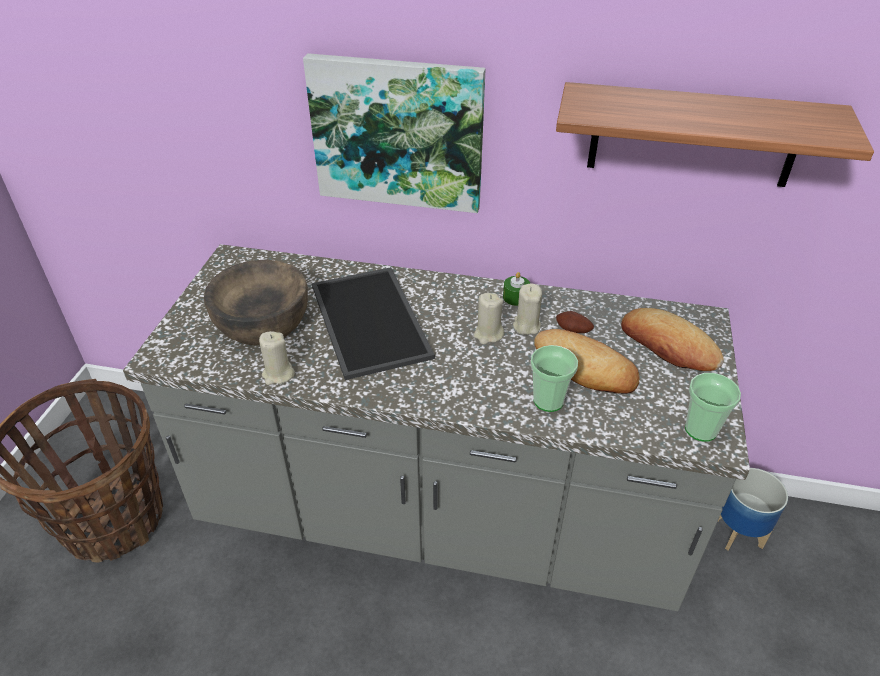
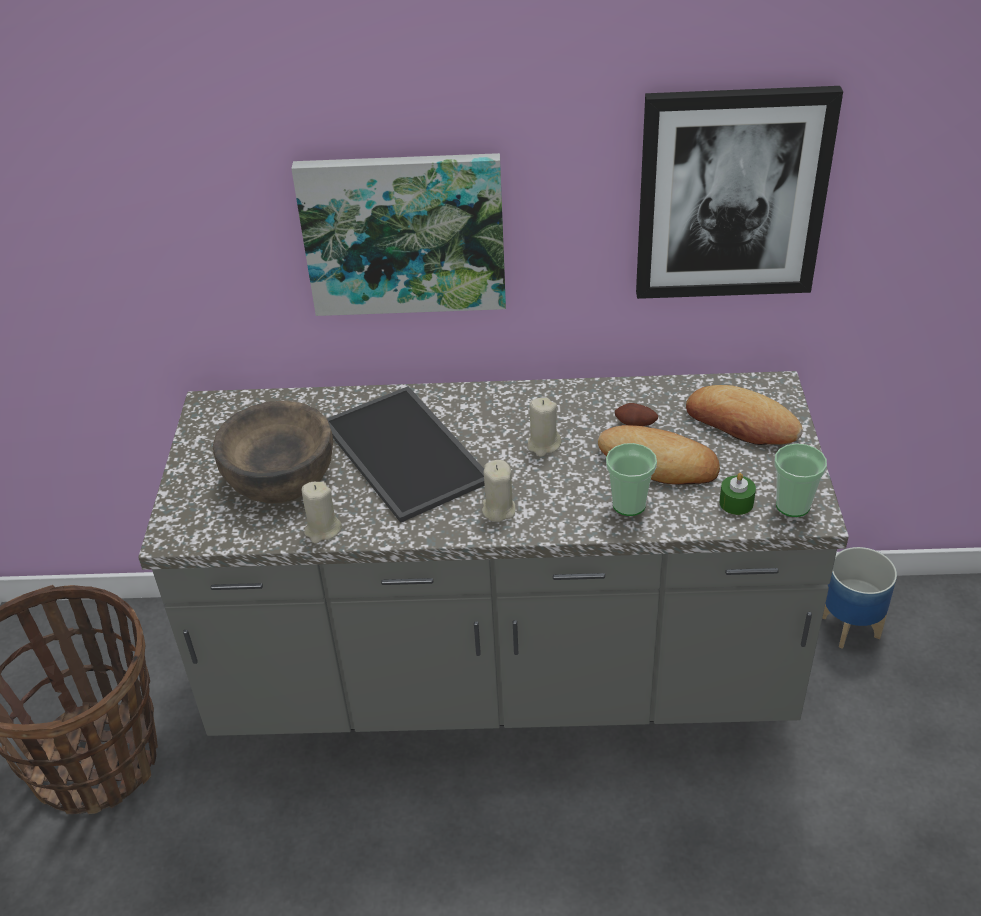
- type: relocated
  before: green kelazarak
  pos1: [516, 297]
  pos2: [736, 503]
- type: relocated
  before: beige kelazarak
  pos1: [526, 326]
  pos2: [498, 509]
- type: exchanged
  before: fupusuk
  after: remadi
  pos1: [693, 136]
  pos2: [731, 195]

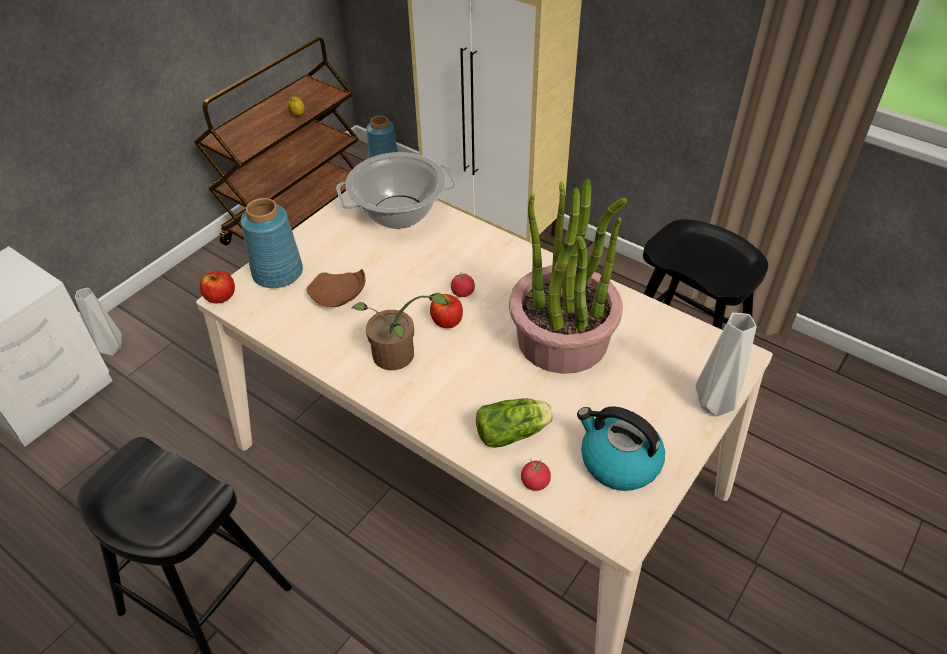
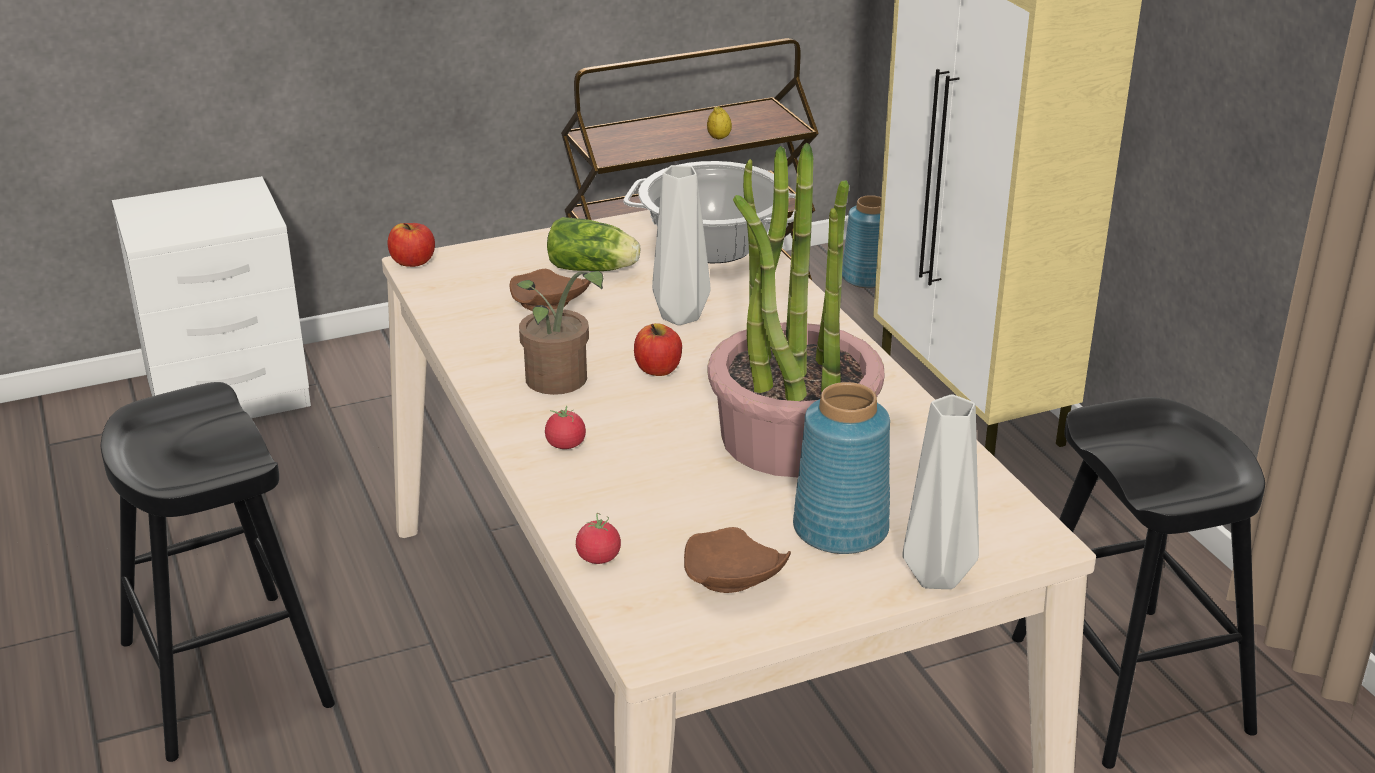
- type: relocated
  before: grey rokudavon
  pos1: [110, 350]
  pos2: [678, 317]
- type: relocated
  before: blue rokudavon
  pos1: [278, 273]
  pos2: [840, 530]
- type: relocated
  before: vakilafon
  pos1: [463, 293]
  pos2: [565, 444]
- type: relocated
  before: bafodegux
  pos1: [515, 432]
  pos2: [595, 269]
- type: exchanged
  before: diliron
  after: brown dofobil
  pos1: [618, 461]
  pos2: [730, 580]

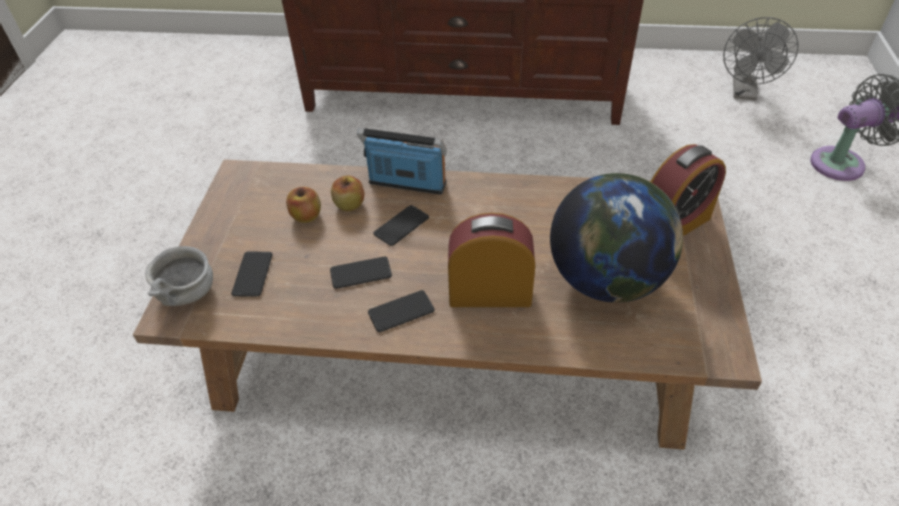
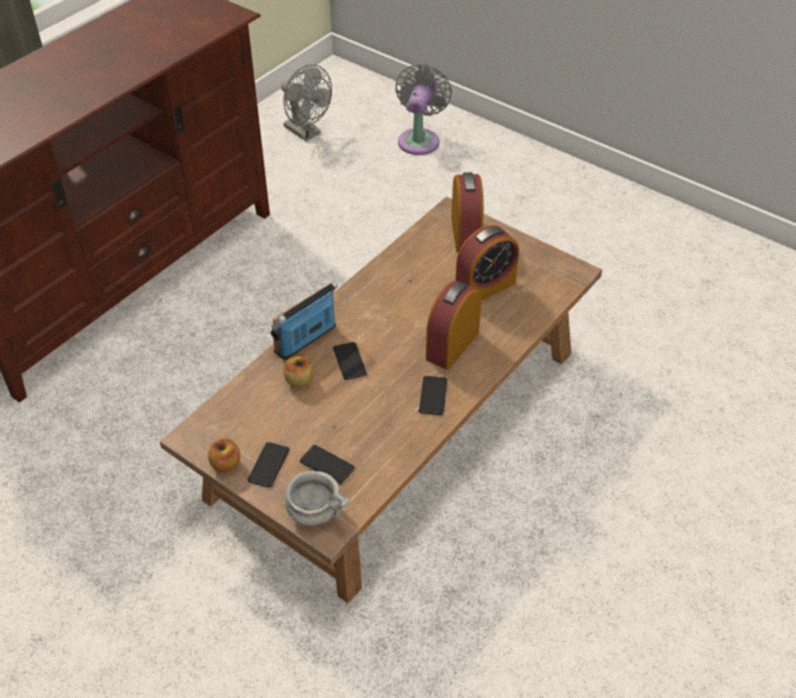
- type: relocated
  before: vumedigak
  pos1: [306, 216]
  pos2: [225, 464]
- type: relocated
  before: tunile
  pos1: [361, 273]
  pos2: [268, 465]
- type: exchanged
  before: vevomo
  after: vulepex
  pos1: [606, 279]
  pos2: [485, 287]

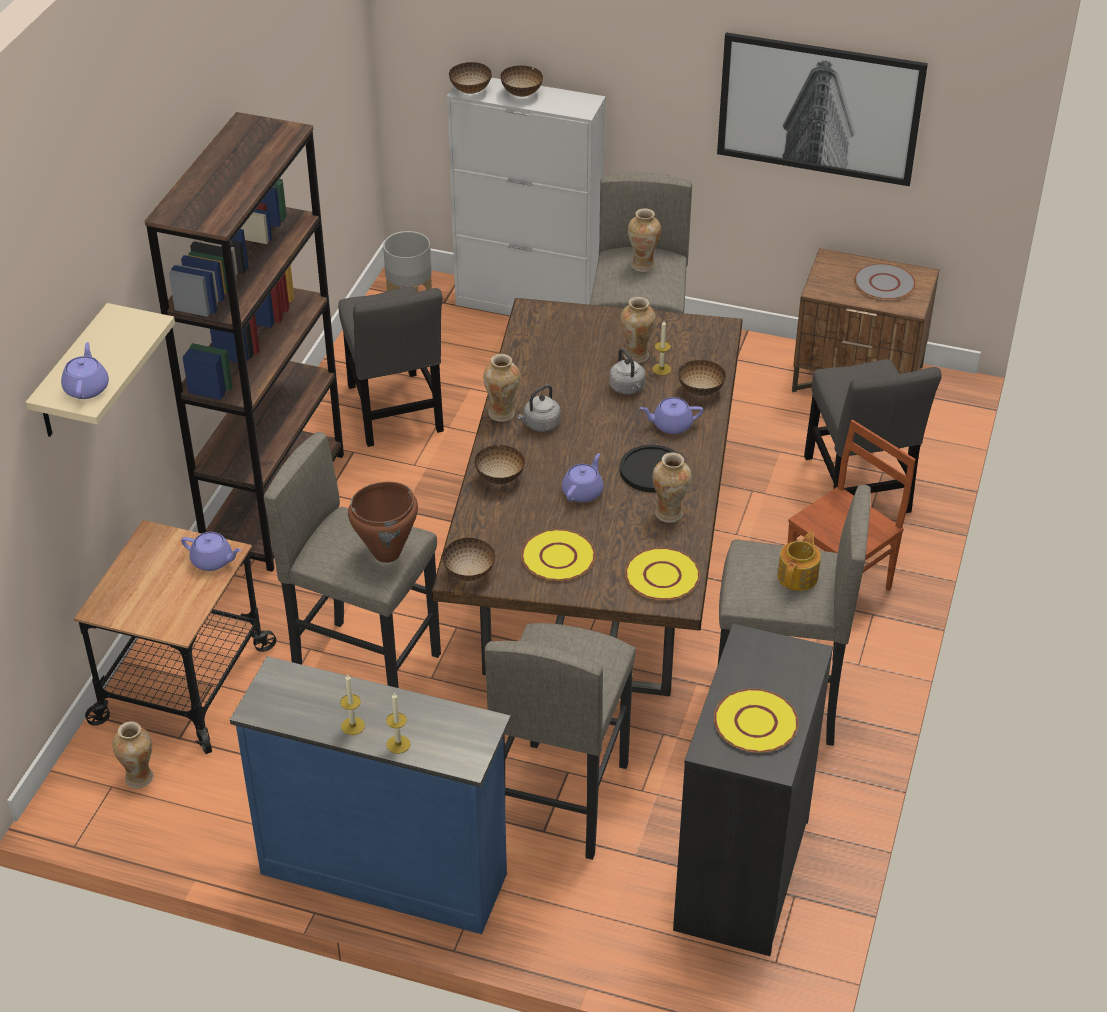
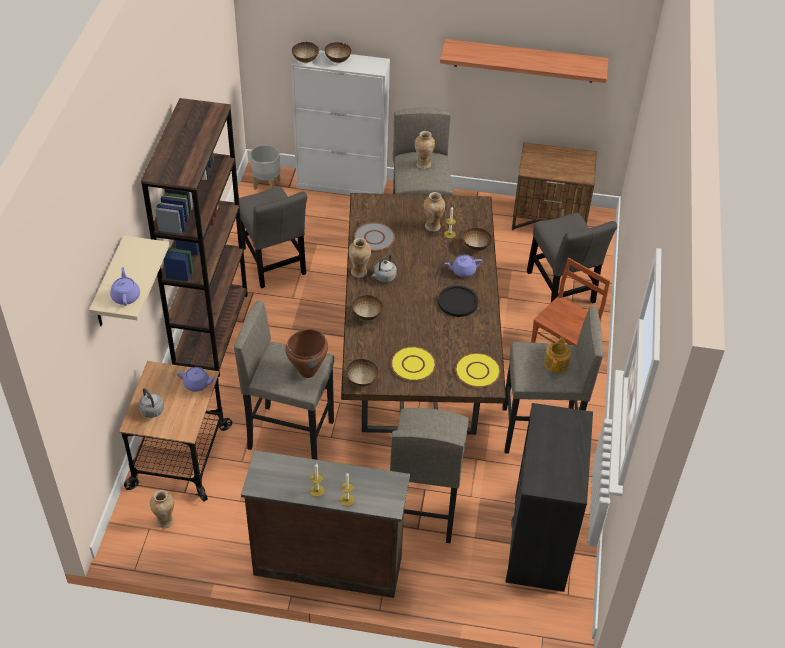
- type: colour
  before: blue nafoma
  after: brown nafoma
  pos1: [383, 870]
  pos2: [327, 564]
- type: missing
  before: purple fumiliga
  pos1: [583, 492]
- type: relocated
  before: grey diliron
  pos1: [627, 388]
  pos2: [152, 411]
- type: missing
  before: rokudavon
  pos1: [670, 514]
- type: missing
  before: yellow dofobil
  pos1: [756, 723]
- type: exchanged
  before: remadi
  after: fupusuk
  pos1: [819, 108]
  pos2: [524, 61]
- type: relocated
  before: grey dofobil
  pos1: [884, 283]
  pos2: [374, 238]

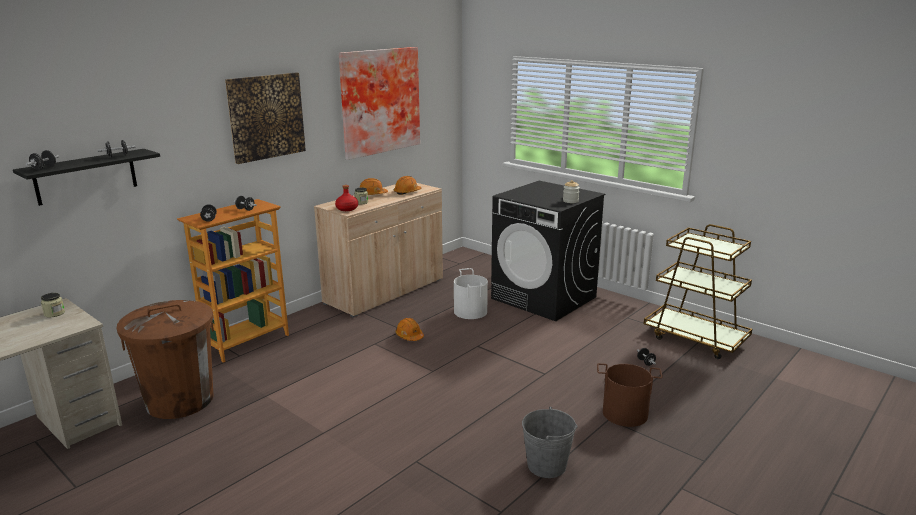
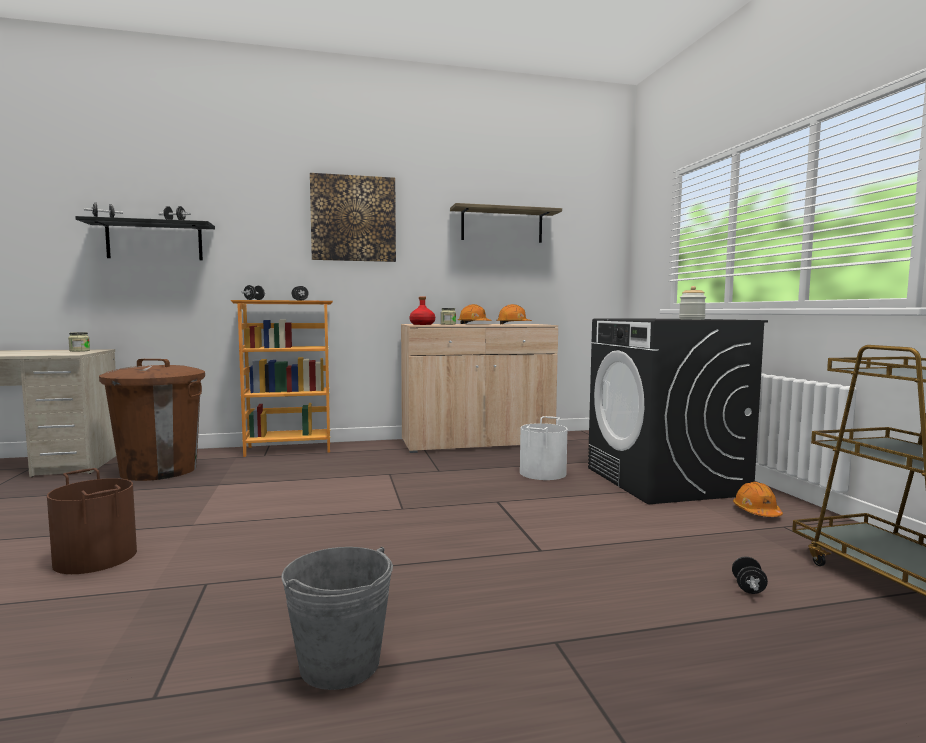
- type: exchanged
  before: remadi
  after: fupusuk
  pos1: [378, 101]
  pos2: [502, 225]
- type: relocated
  before: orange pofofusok
  pos1: [409, 336]
  pos2: [756, 512]
- type: relocated
  before: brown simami
  pos1: [625, 413]
  pos2: [97, 557]

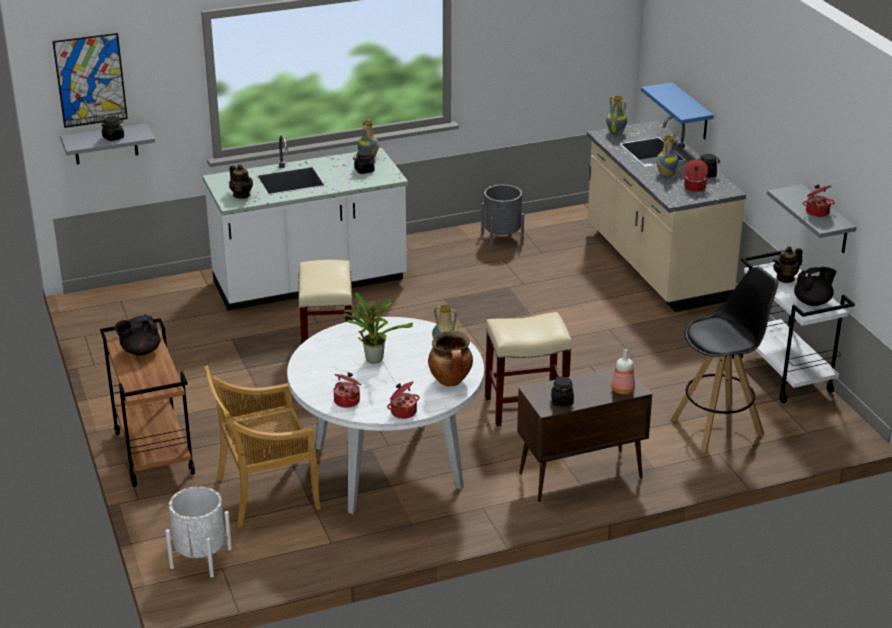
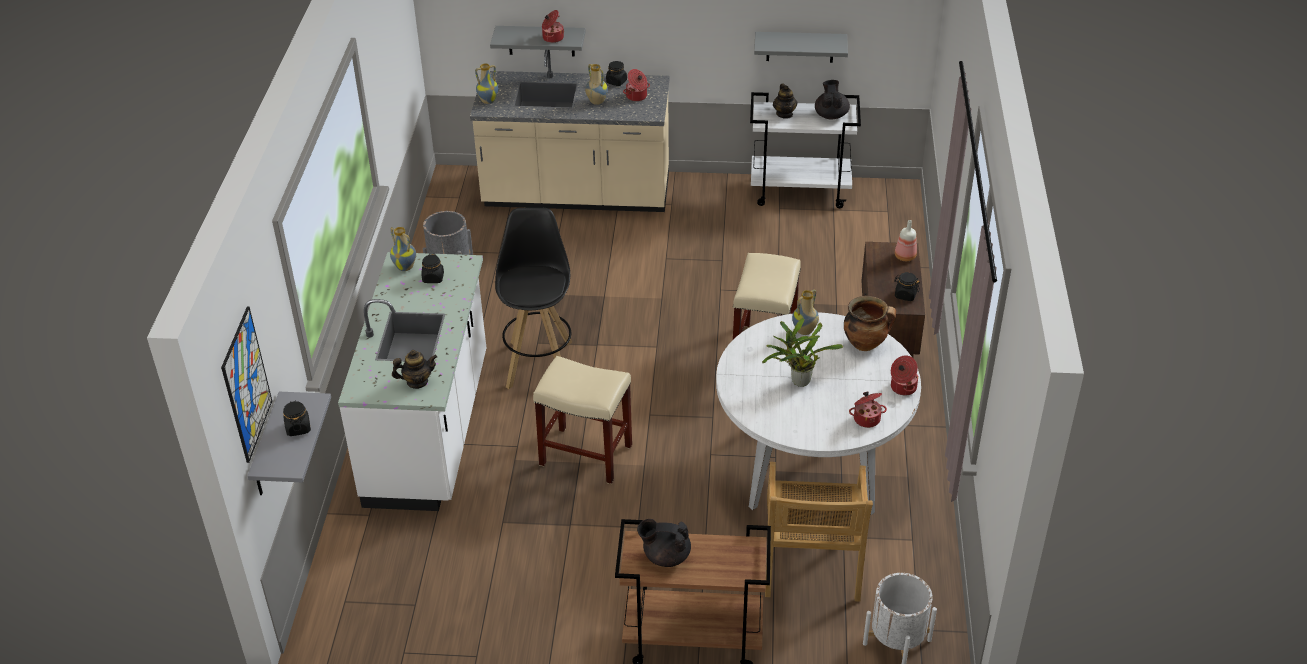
- type: spun
  before: black fumiliga
  pos1: [140, 351]
  pos2: [665, 556]
  turn: 105
- type: colour
  before: blue fupusuk
  after: grey fupusuk
  pos1: [691, 112]
  pos2: [541, 40]
- type: relocated
  before: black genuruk
  pos1: [718, 427]
  pos2: [539, 363]
- type: relocated
  before: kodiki
  pos1: [817, 212]
  pos2: [552, 38]

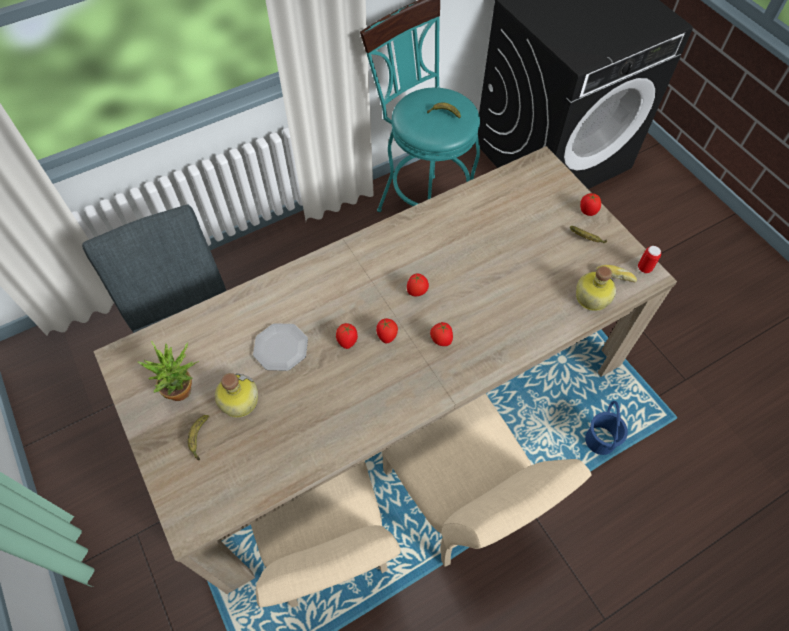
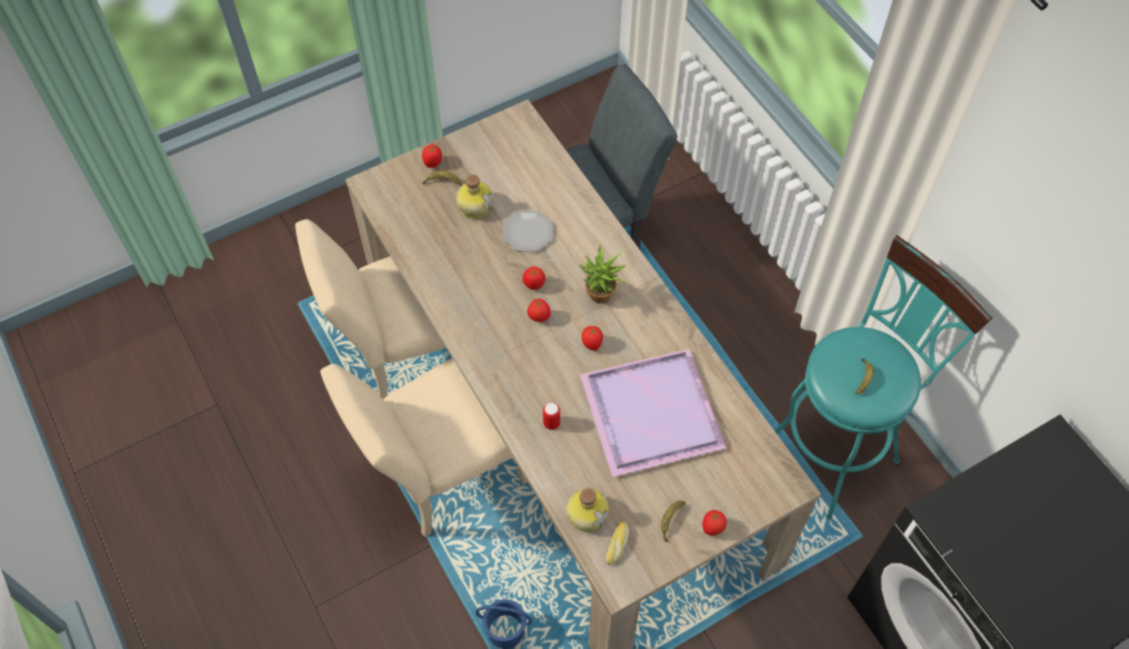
- type: relocated
  before: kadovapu
  pos1: [185, 390]
  pos2: [600, 298]
- type: relocated
  before: vakilafon
  pos1: [441, 340]
  pos2: [433, 163]
- type: relocated
  before: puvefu
  pos1: [644, 268]
  pos2: [551, 423]
- type: appeared
  after: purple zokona
  pos2: [652, 410]

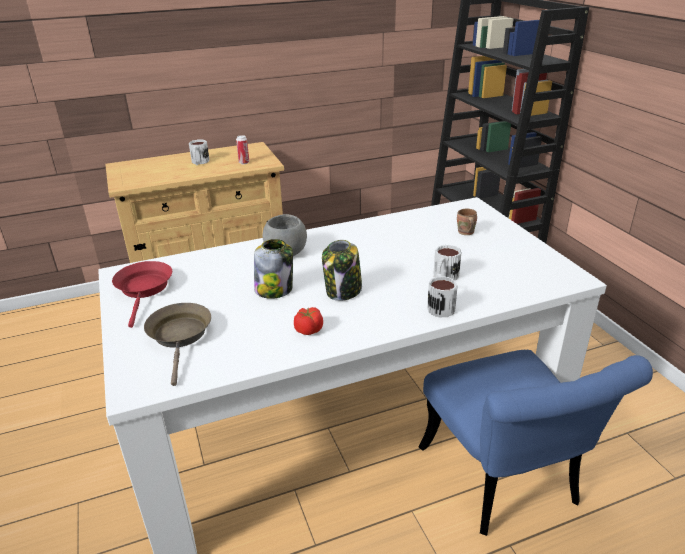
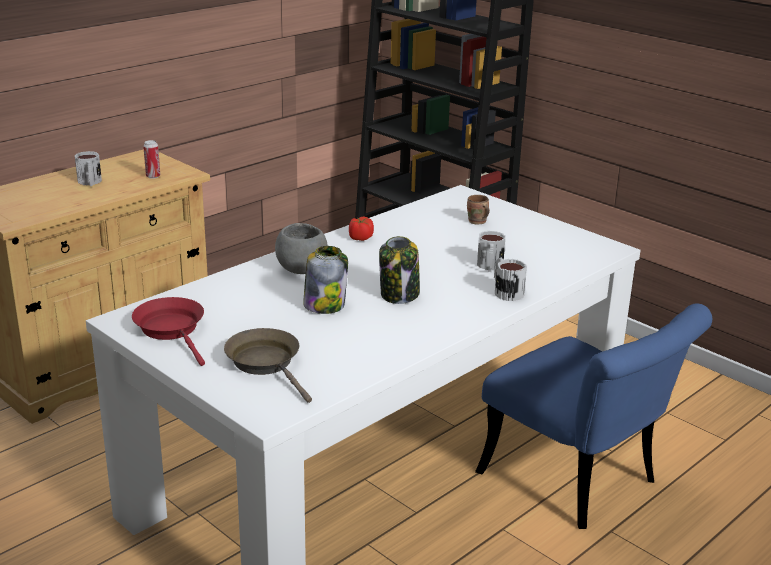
- type: relocated
  before: vakilafon
  pos1: [308, 330]
  pos2: [360, 238]

